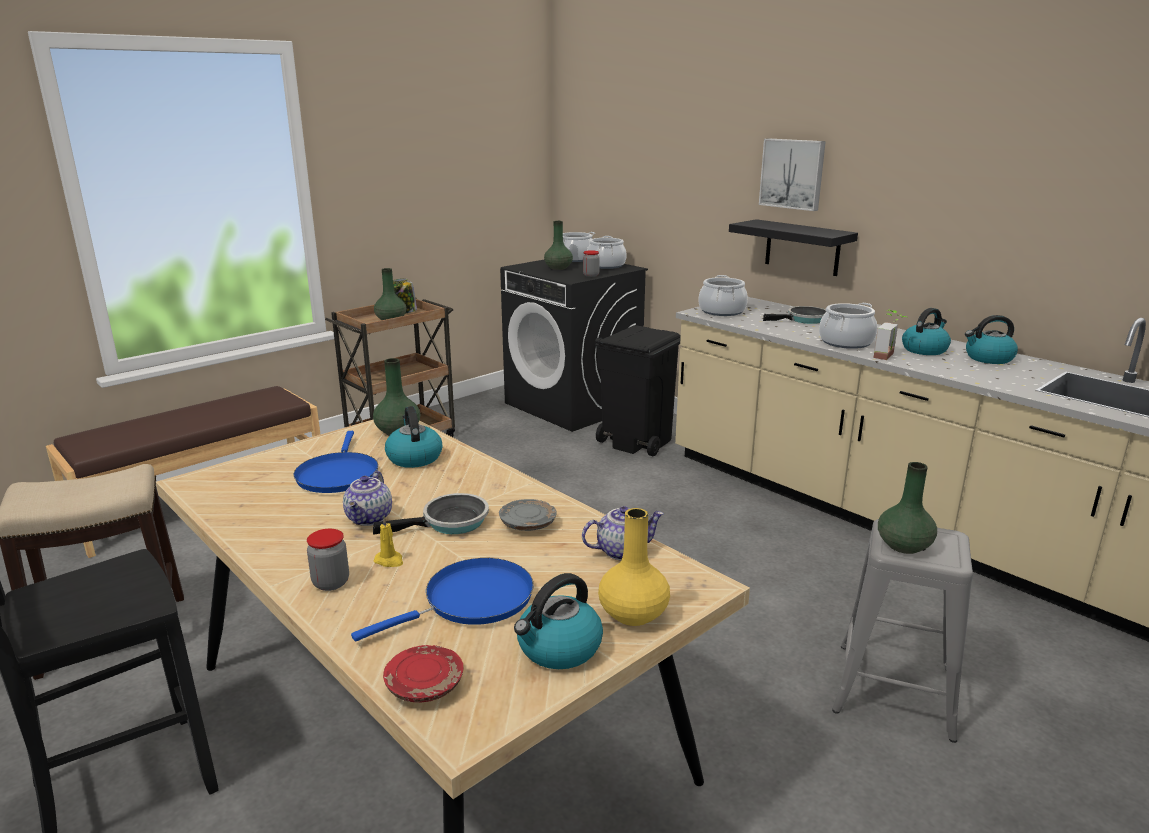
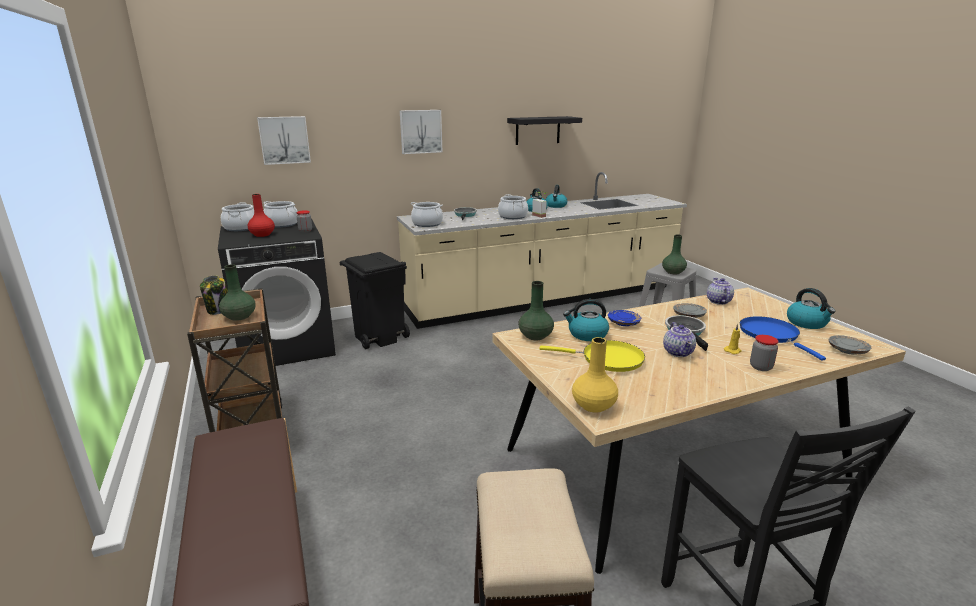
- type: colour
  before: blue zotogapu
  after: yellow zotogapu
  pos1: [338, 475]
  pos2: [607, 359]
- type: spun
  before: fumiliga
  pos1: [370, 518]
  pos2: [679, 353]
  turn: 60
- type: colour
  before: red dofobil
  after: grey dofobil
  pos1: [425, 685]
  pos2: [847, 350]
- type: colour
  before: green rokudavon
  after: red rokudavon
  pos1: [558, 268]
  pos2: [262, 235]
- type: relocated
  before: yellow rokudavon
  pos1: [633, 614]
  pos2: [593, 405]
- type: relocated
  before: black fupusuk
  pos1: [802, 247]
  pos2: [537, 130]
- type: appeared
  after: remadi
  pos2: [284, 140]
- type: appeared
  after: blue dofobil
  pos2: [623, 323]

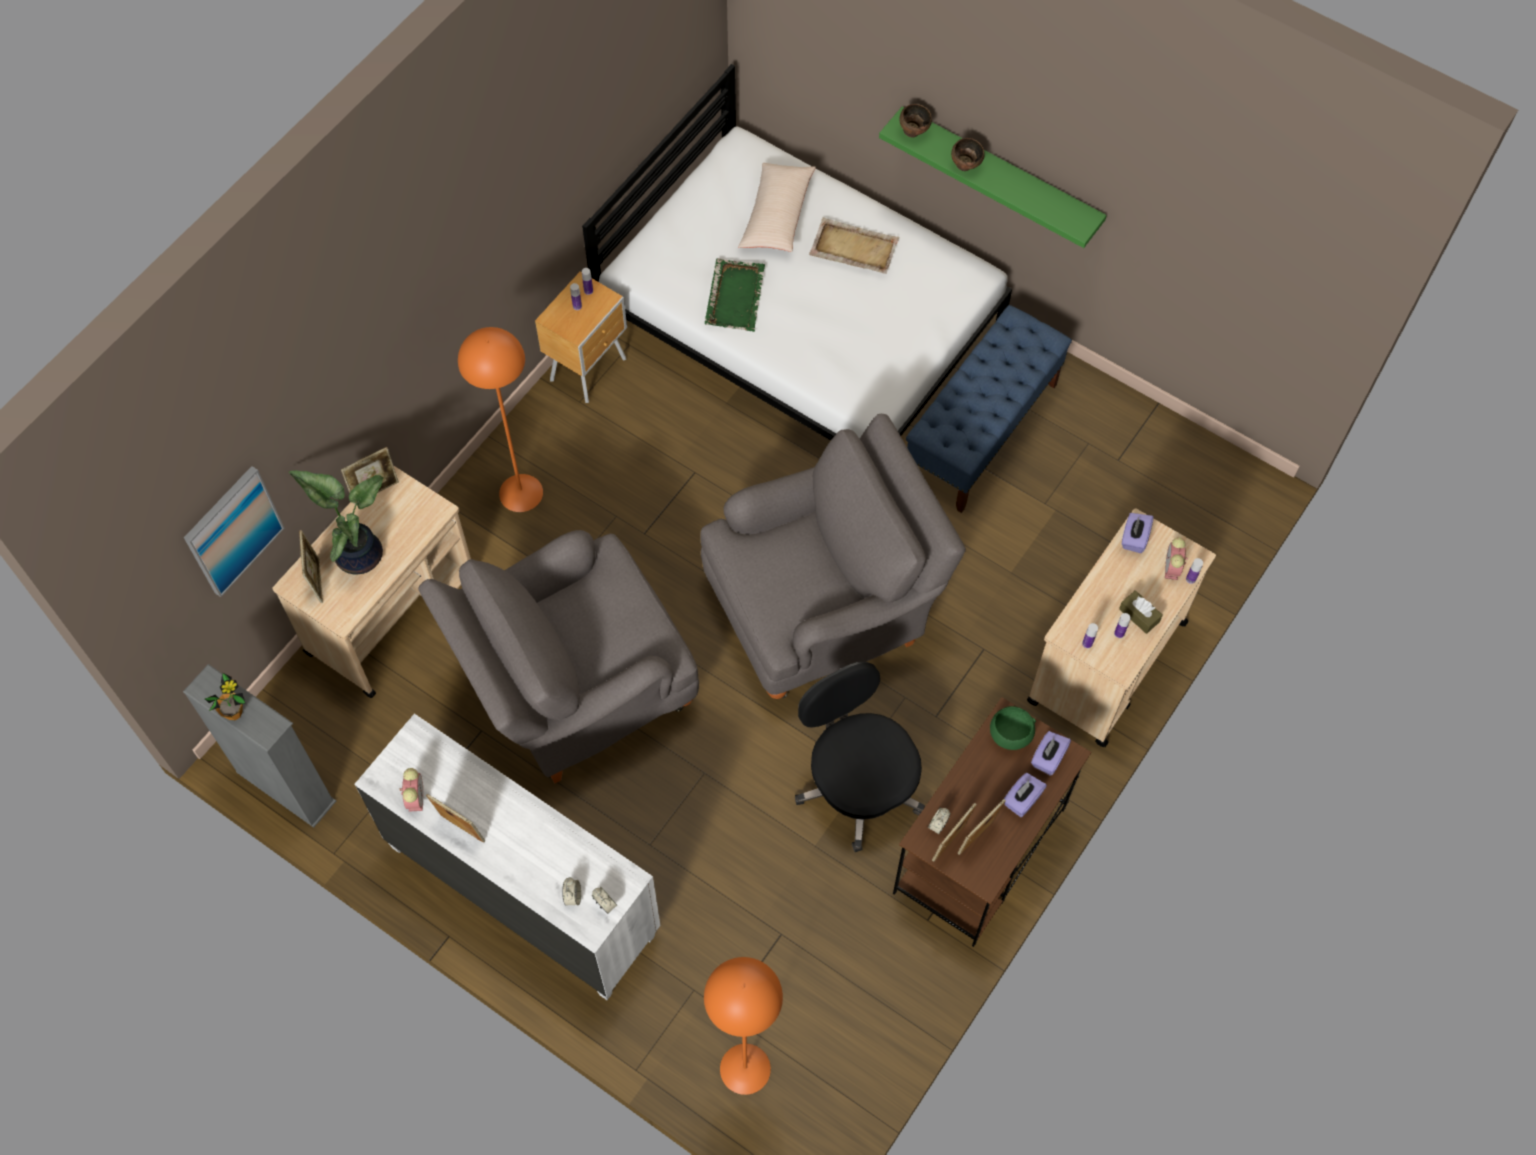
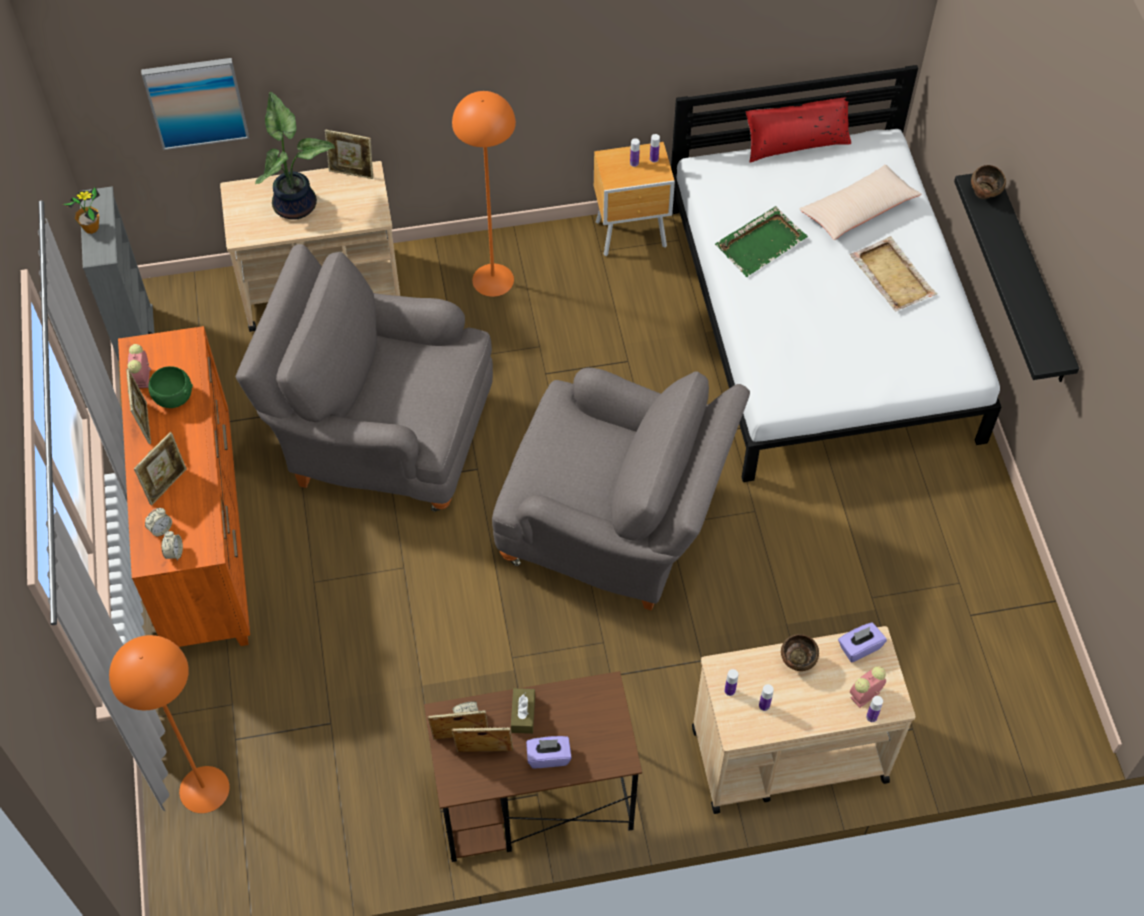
- type: relocated
  before: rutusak
  pos1: [317, 580]
  pos2: [167, 485]
- type: colour
  before: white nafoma
  after: orange nafoma
  pos1: [522, 889]
  pos2: [202, 536]
- type: spun
  before: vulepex
  pos1: [415, 797]
  pos2: [143, 378]
  turn: 135
- type: missing
  before: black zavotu
  pos1: [858, 785]
- type: colour
  before: green fupusuk
  after: black fupusuk
  pos1: [1000, 174]
  pos2: [1031, 280]
- type: missing
  before: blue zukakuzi
  pos1: [981, 431]
- type: relocated
  before: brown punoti
  pos1: [966, 166]
  pos2: [798, 662]
- type: relocated
  before: green punoti
  pos1: [1009, 735]
  pos2: [173, 397]
- type: missing
  before: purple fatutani
  pos1: [1048, 758]
- type: relocated
  before: brown fatutani
  pos1: [1139, 615]
  pos2: [523, 714]
- type: appeared
  after: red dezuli
  pos2: [796, 143]

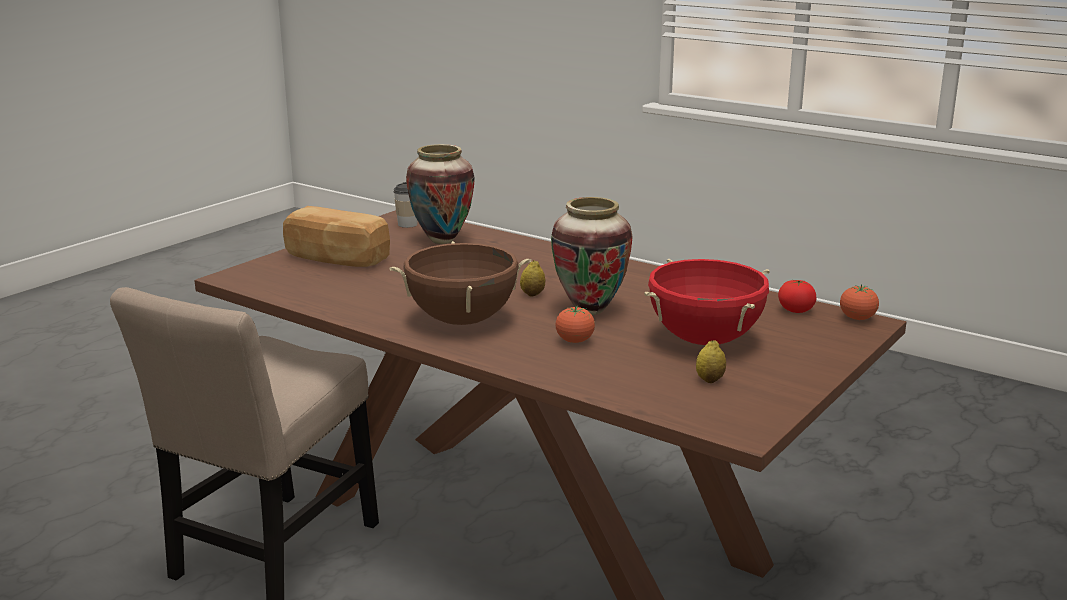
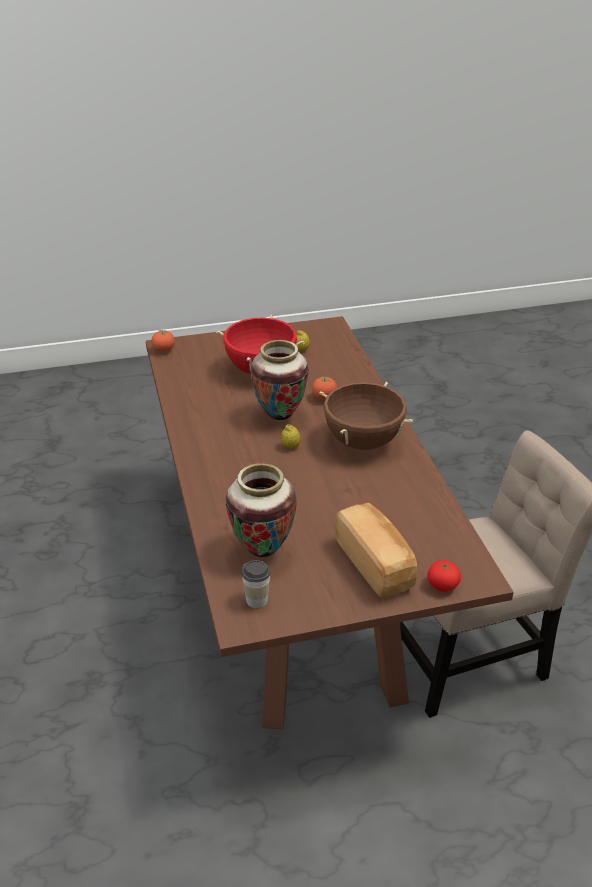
- type: relocated
  before: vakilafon
  pos1: [795, 310]
  pos2: [442, 585]

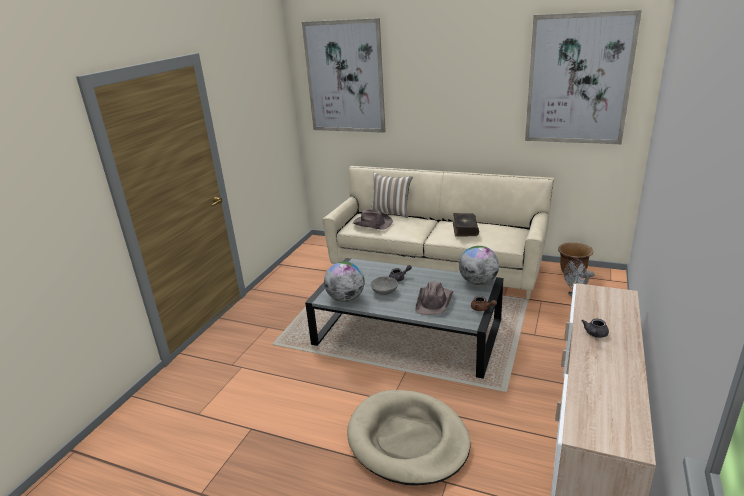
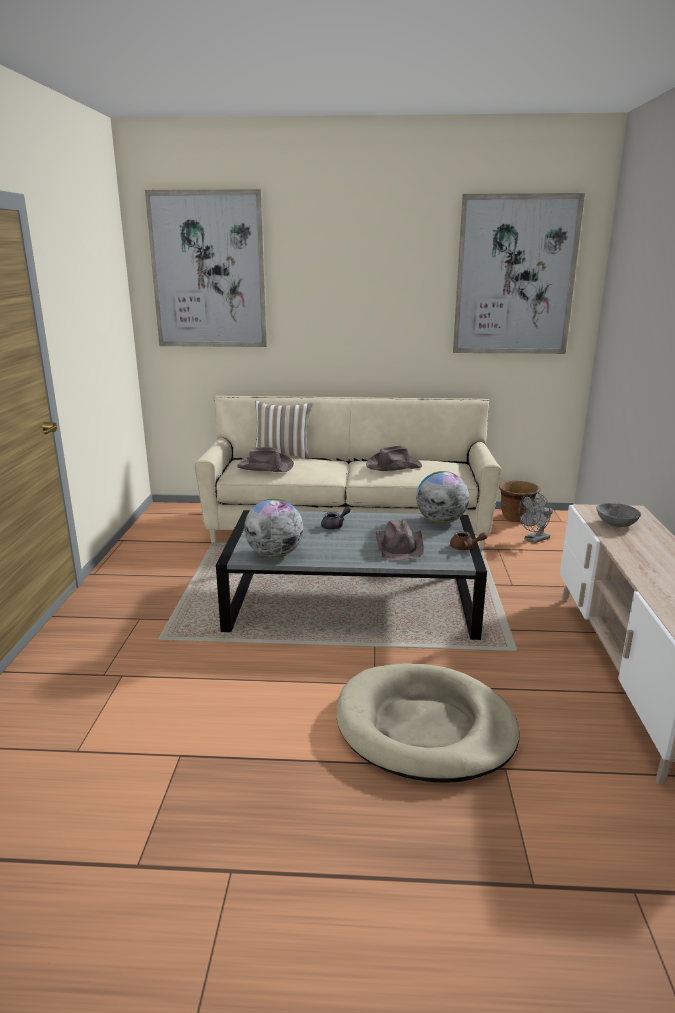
- type: relocated
  before: grey punoti
  pos1: [384, 291]
  pos2: [615, 524]
- type: exchanged
  before: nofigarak
  after: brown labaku
  pos1: [464, 229]
  pos2: [393, 466]
- type: missing
  before: grey fumiliga
  pos1: [595, 334]

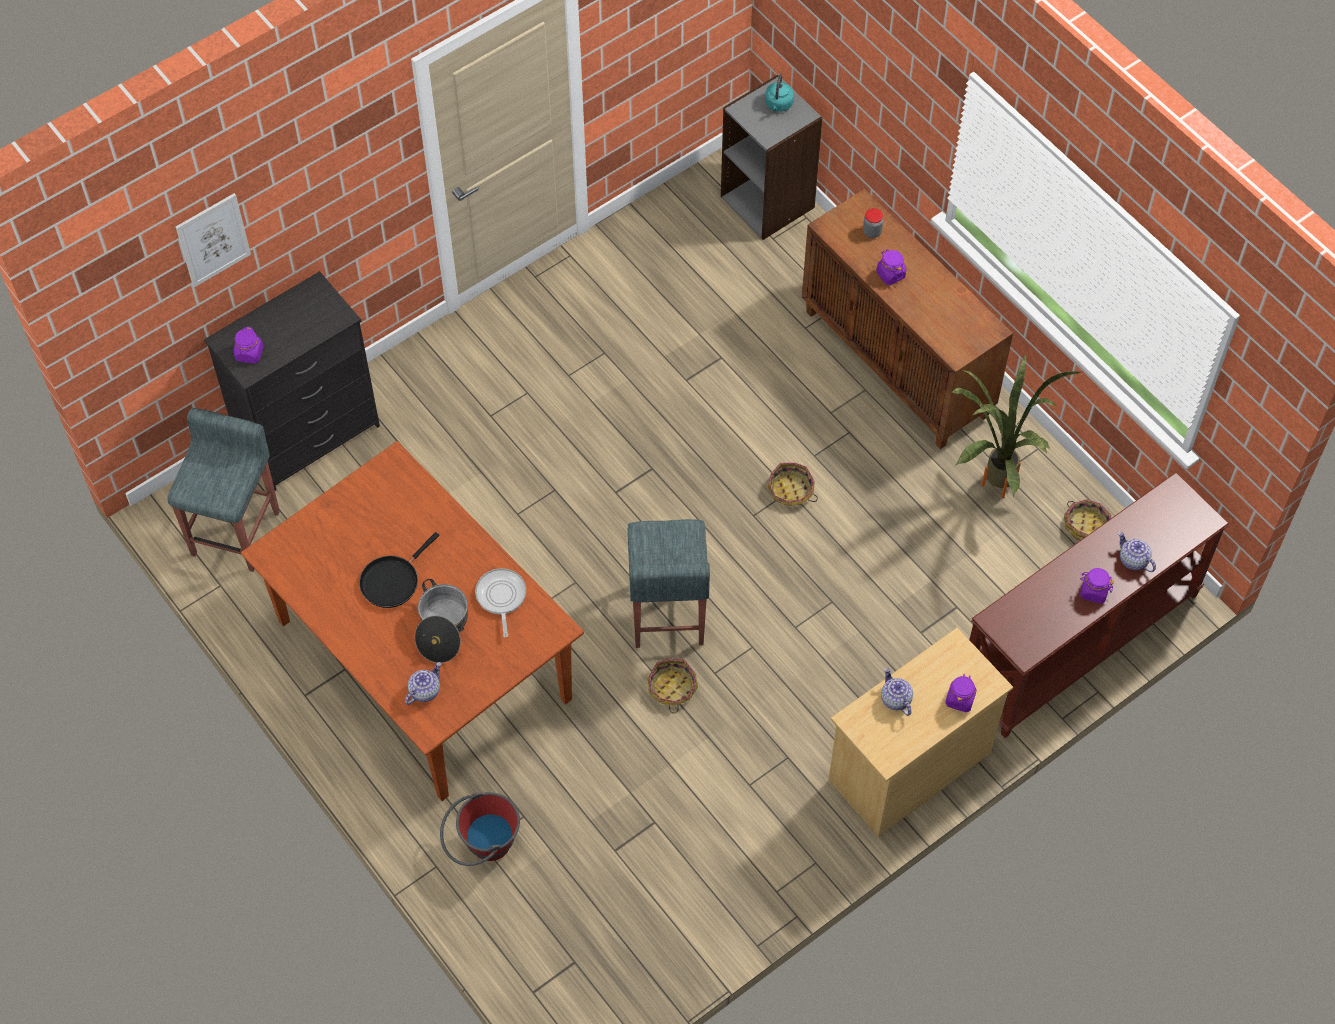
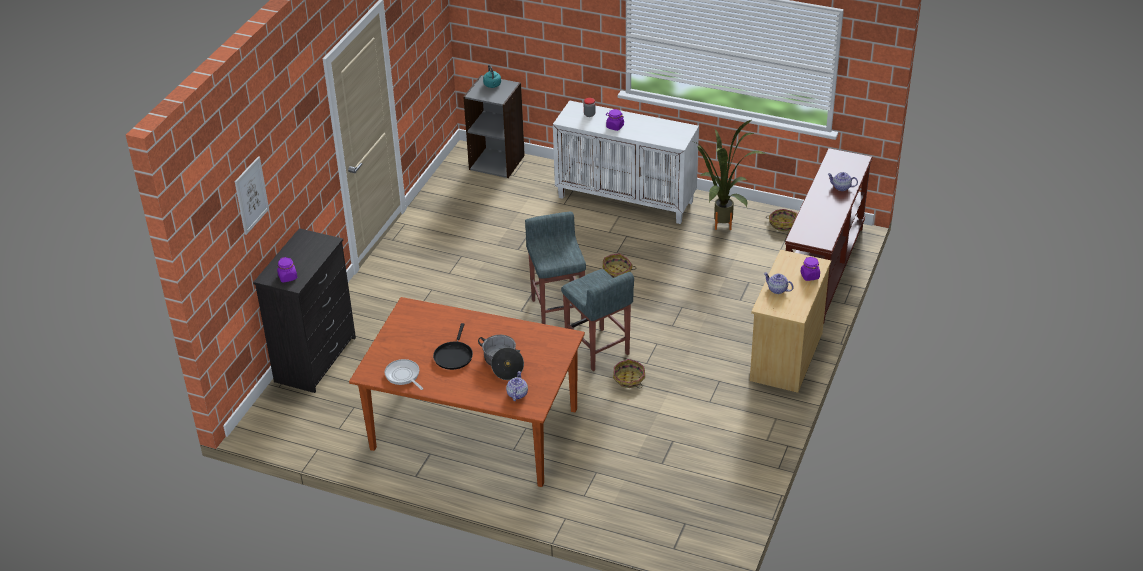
- type: relocated
  before: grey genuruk
  pos1: [236, 532]
  pos2: [558, 309]
- type: missing
  before: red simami
  pos1: [482, 845]
- type: relocated
  before: zotogapu
  pos1: [501, 597]
  pos2: [403, 376]
- type: colour
  before: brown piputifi
  after: white piputifi
  pos1: [898, 364]
  pos2: [626, 199]
- type: missing
  before: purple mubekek
  pos1: [1093, 591]

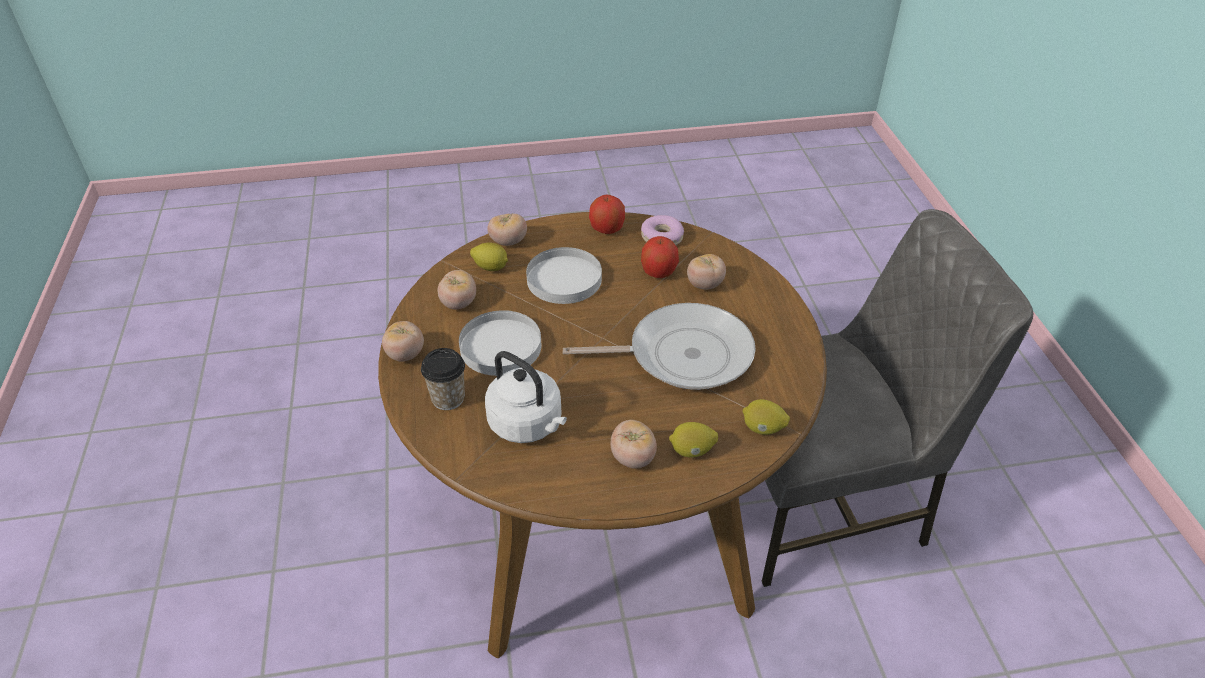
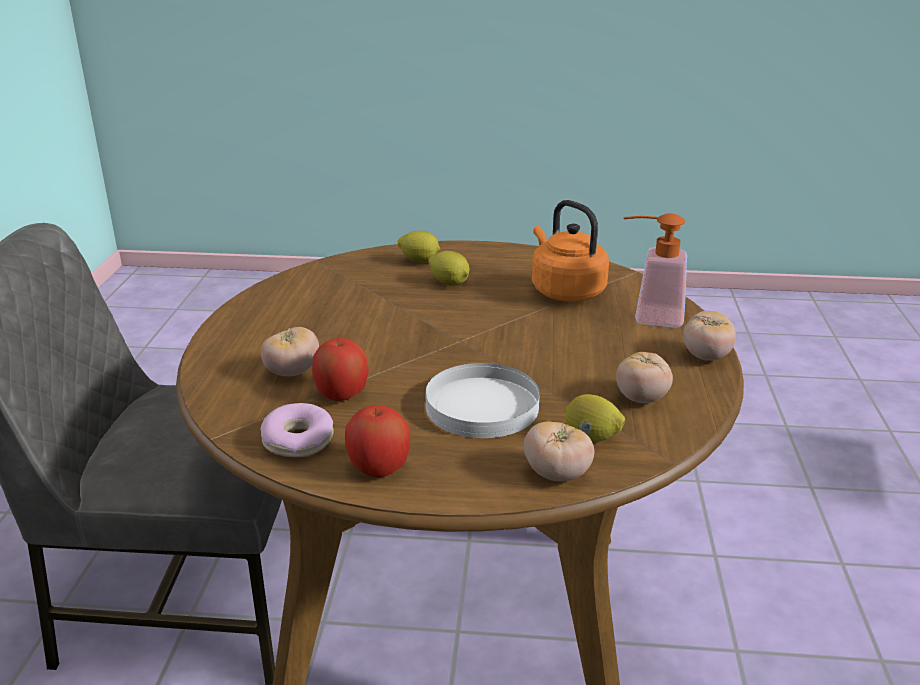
- type: exchanged
  before: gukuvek
  after: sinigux
  pos1: [448, 398]
  pos2: [648, 316]
- type: missing
  before: white dofobil
  pos1: [500, 346]
- type: colour
  before: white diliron
  after: orange diliron
  pos1: [528, 425]
  pos2: [565, 291]
- type: missing
  before: zotogapu
  pos1: [682, 354]
- type: missing
  before: vakilafon
  pos1: [633, 458]
- type: relocated
  before: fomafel
  pos1: [763, 429]
  pos2: [449, 283]

